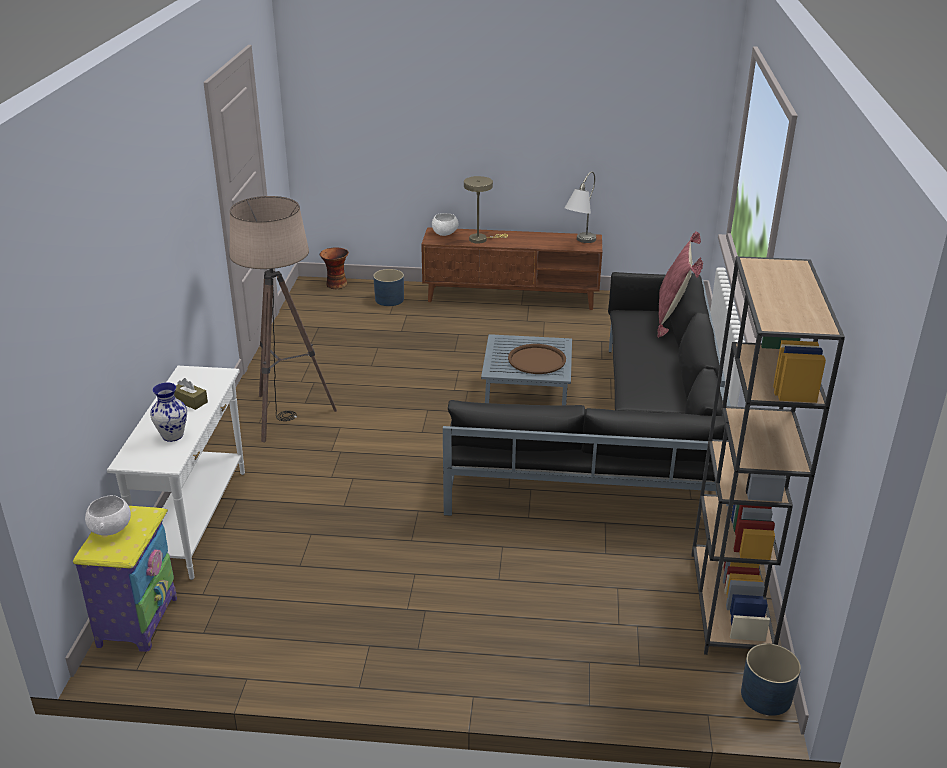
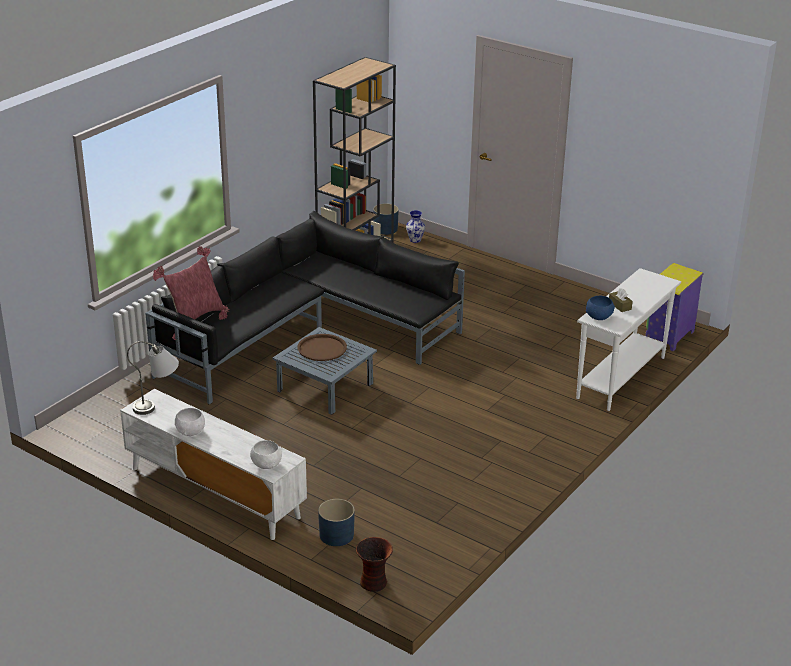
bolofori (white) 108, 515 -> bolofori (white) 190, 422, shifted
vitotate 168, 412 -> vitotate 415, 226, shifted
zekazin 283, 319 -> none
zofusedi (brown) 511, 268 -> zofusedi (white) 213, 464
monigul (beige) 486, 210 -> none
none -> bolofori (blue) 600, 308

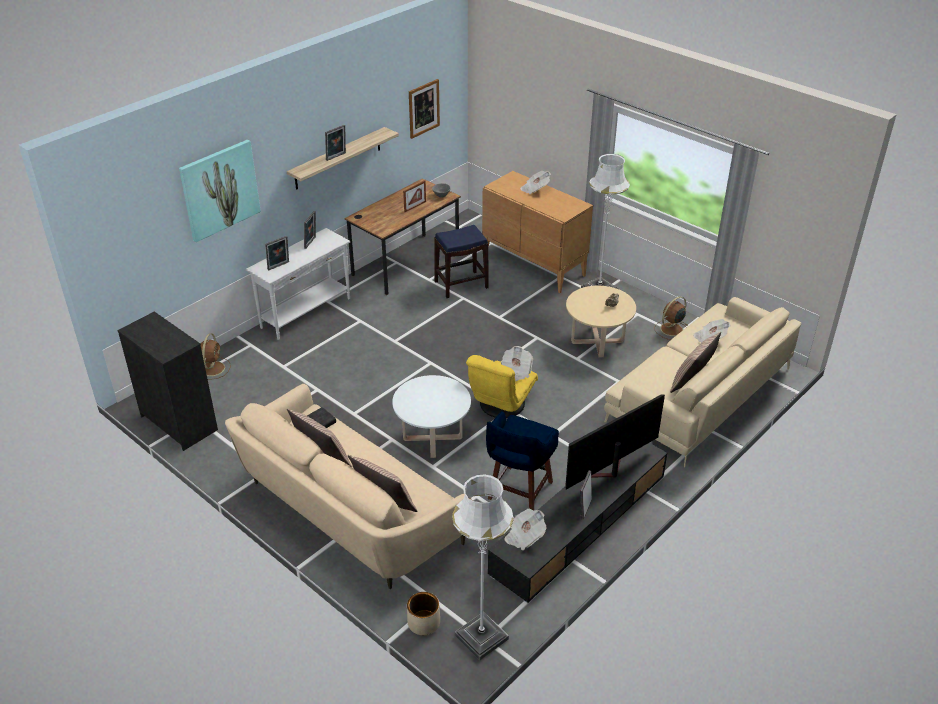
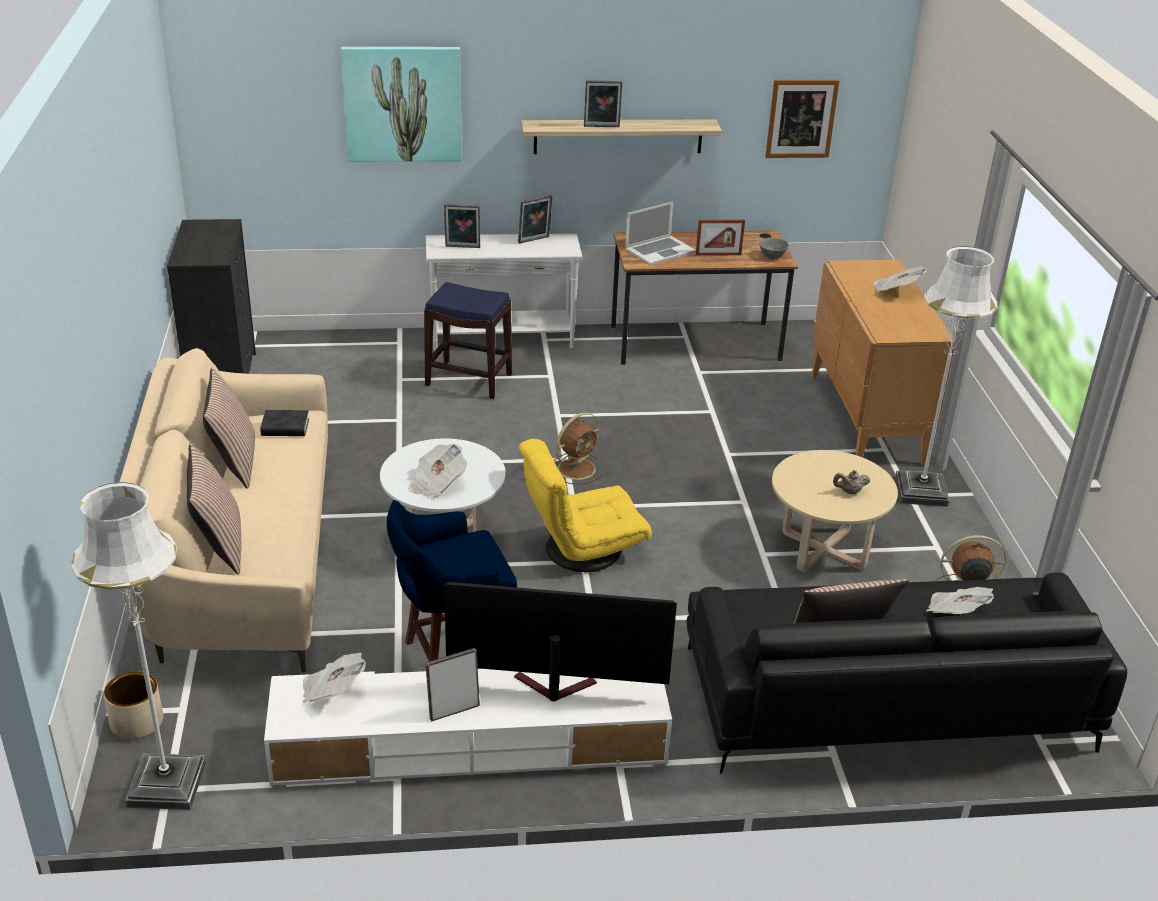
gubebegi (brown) 215, 356 -> gubebegi (brown) 580, 448, shifted
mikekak 461, 261 -> mikekak 468, 340, shifted
zofusedi (black) 577, 523 -> zofusedi (white) 468, 728
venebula 517, 363 -> venebula 437, 471, shifted
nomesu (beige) 702, 382 -> nomesu (black) 907, 673
none -> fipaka 660, 233

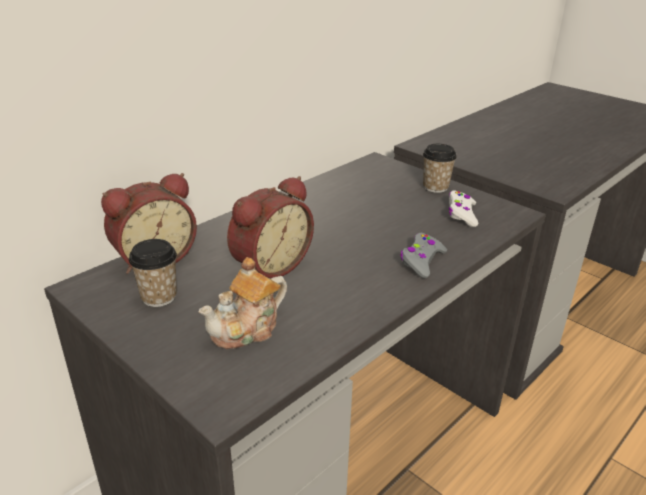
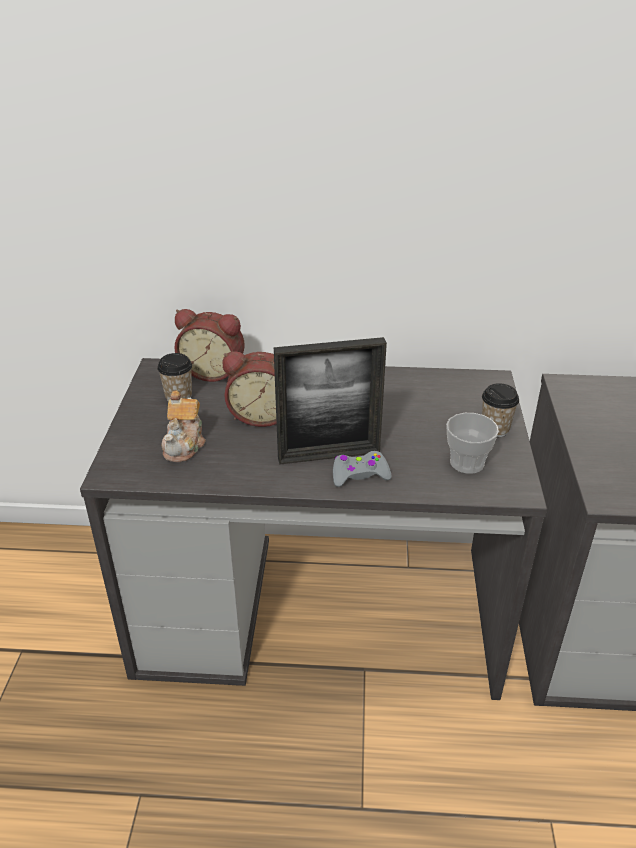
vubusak 242, 303 -> vubusak 183, 426, 90 degrees counterclockwise
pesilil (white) 463, 208 -> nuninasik 472, 443
none -> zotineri 330, 401

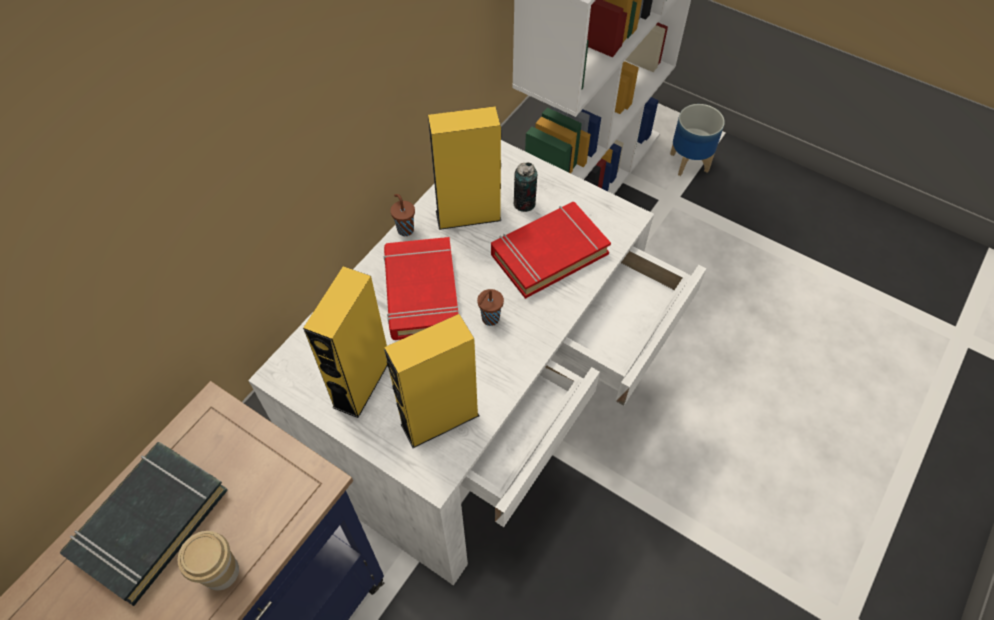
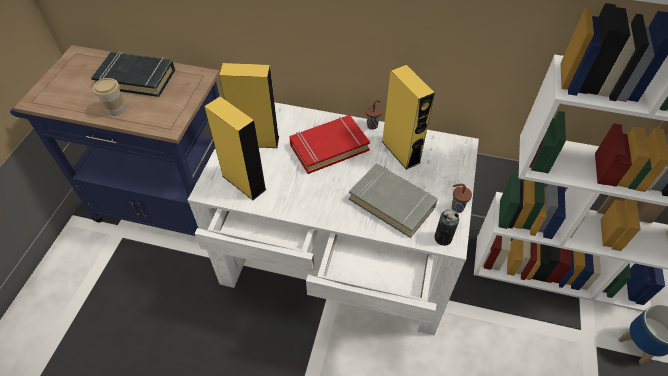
nuninasik (brown) 490, 307 -> nuninasik (brown) 462, 198, shifted
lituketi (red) 551, 250 -> lituketi (grey) 393, 201
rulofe 525, 187 -> rulofe 446, 227, shifted

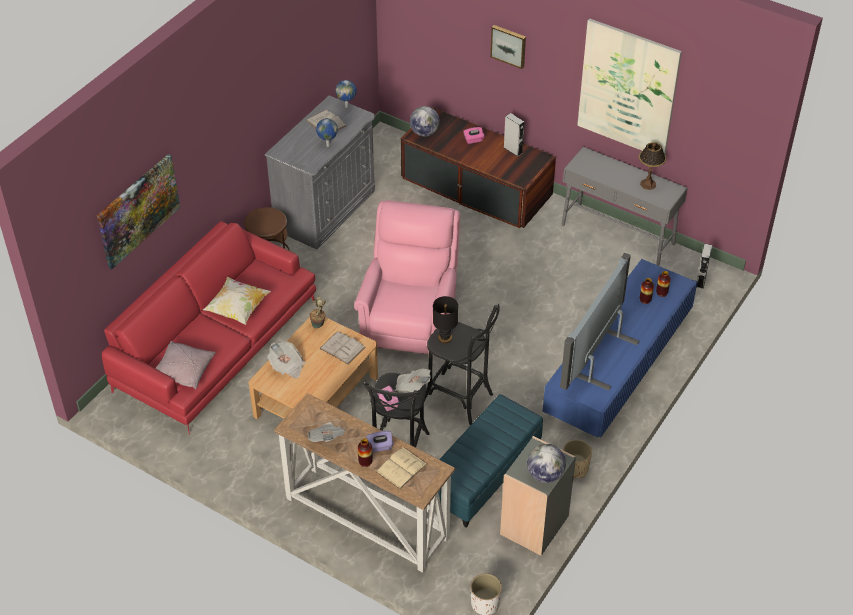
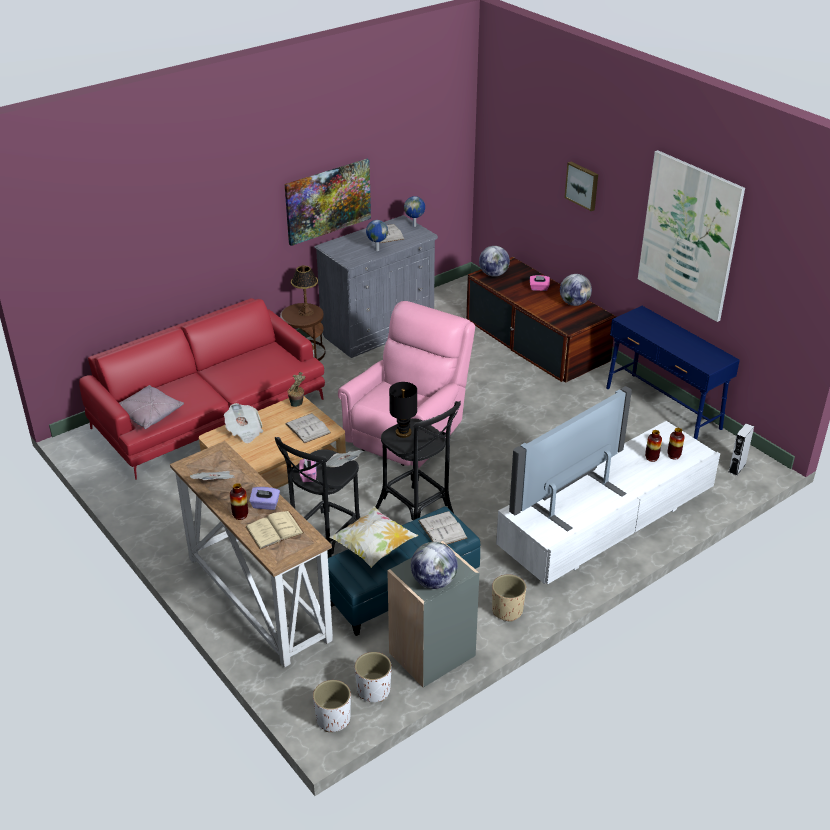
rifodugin 138, 211 -> rifodugin 327, 202, shifted
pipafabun 237, 301 -> pipafabun 373, 537, shifted
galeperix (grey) 514, 135 -> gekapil 576, 290
zofusedi (blue) 620, 348 -> zofusedi (white) 608, 502
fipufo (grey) 624, 206 -> fipufo (blue) 673, 373
monigul 652, 166 -> monigul 304, 290, shifted
none -> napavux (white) 373, 677
none -> lituketi (white) 442, 527

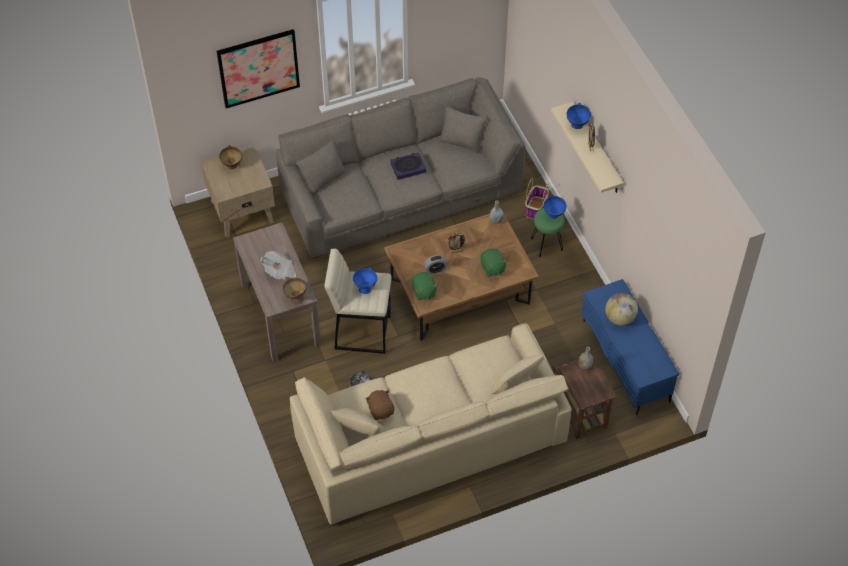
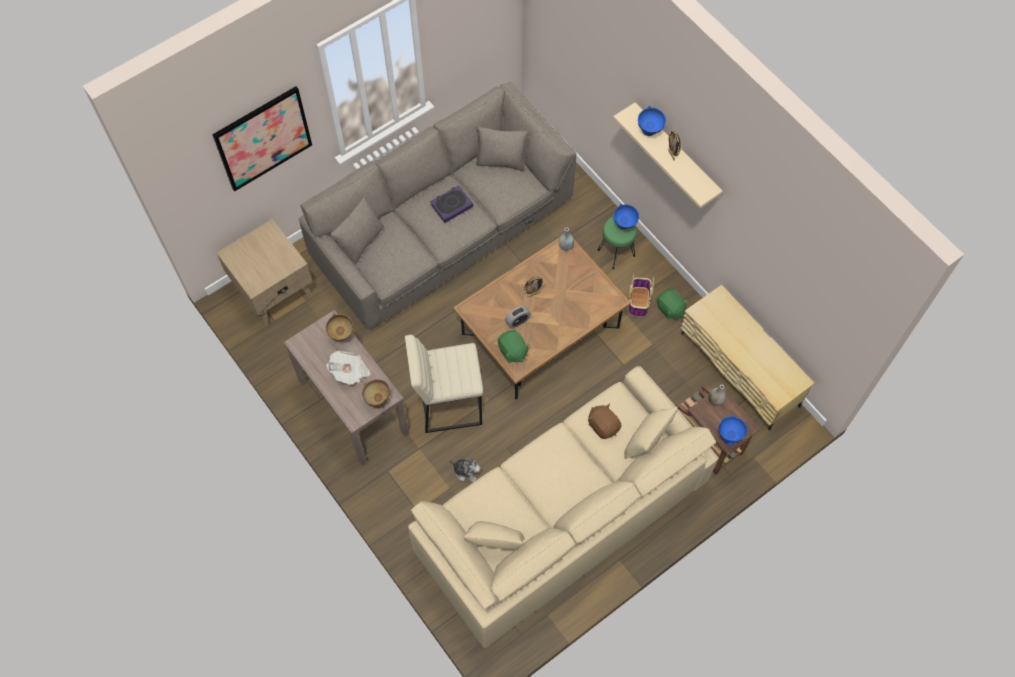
bolofori (brown) 230, 157 -> bolofori (brown) 340, 327, shifted
bolofori (blue) 365, 281 -> bolofori (blue) 733, 430, shifted
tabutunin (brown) 379, 405 -> tabutunin (brown) 605, 421, shifted
tabutunin (green) 493, 262 -> tabutunin (green) 672, 304, shifted
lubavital 537, 198 -> lubavital 641, 295, shifted
zofusedi (blue) 630, 347 -> zofusedi (beige) 747, 357
gekapil 621, 309 -> none

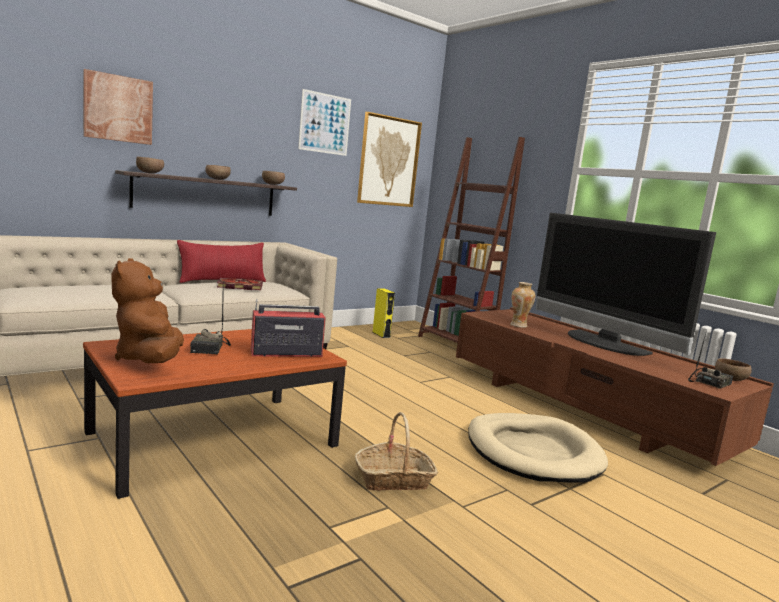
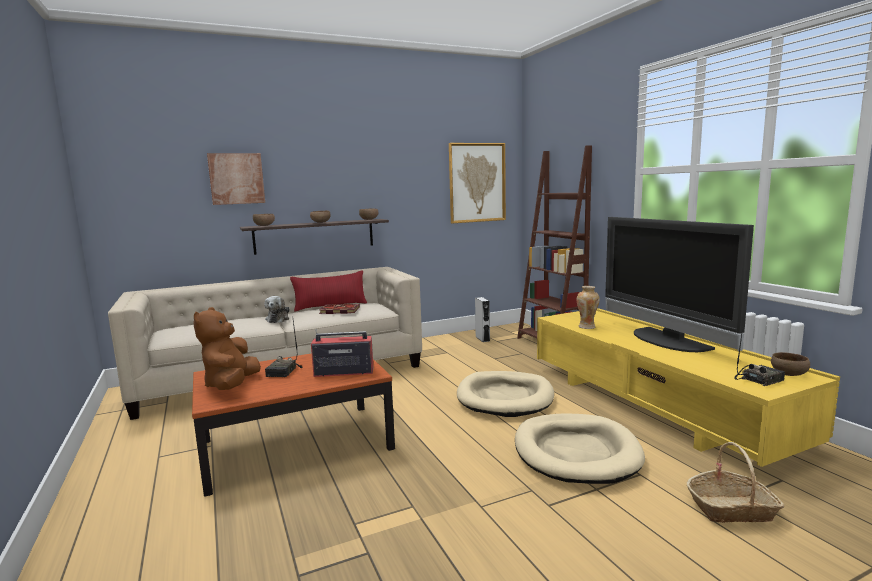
rifodugin 324, 122 -> none
lubavital 396, 451 -> lubavital 735, 482, shifted
galeperix (yellow) 384, 313 -> galeperix (grey) 482, 319
zofusedi (brown) 615, 386 -> zofusedi (yellow) 688, 387
none -> tabutunin 277, 309
none -> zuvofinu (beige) 505, 394

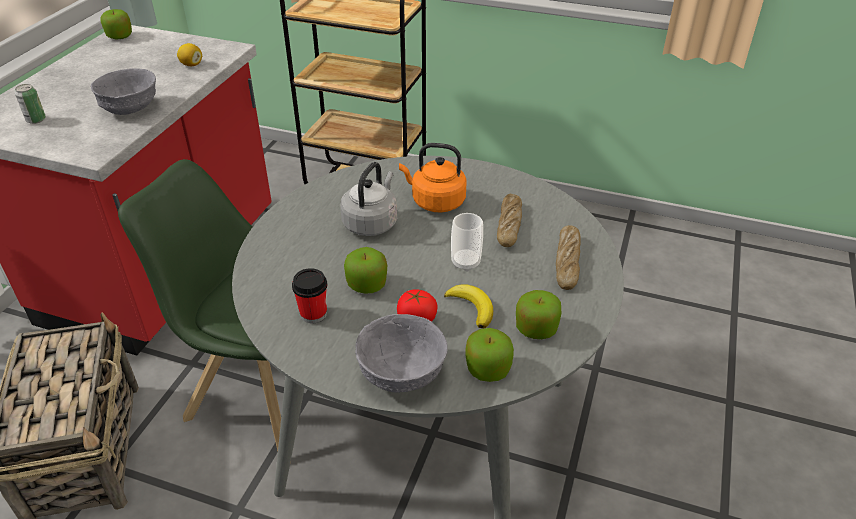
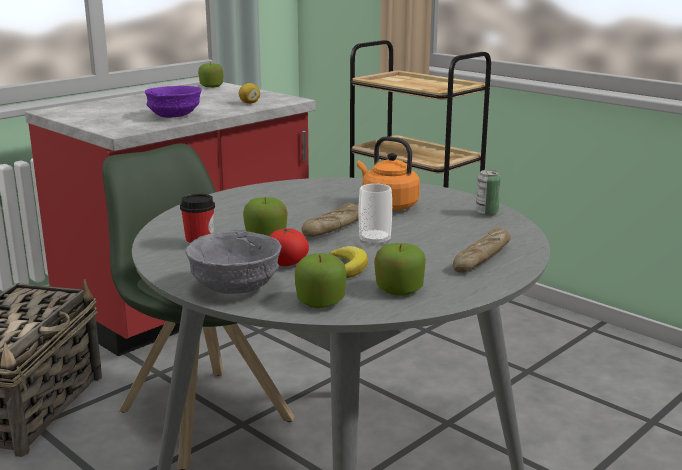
rulofe 30, 104 -> rulofe 488, 193, shifted
bolofori (grey) 123, 91 -> bolofori (purple) 173, 102
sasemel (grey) 368, 199 -> none
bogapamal 509, 220 -> bogapamal 330, 220, shifted

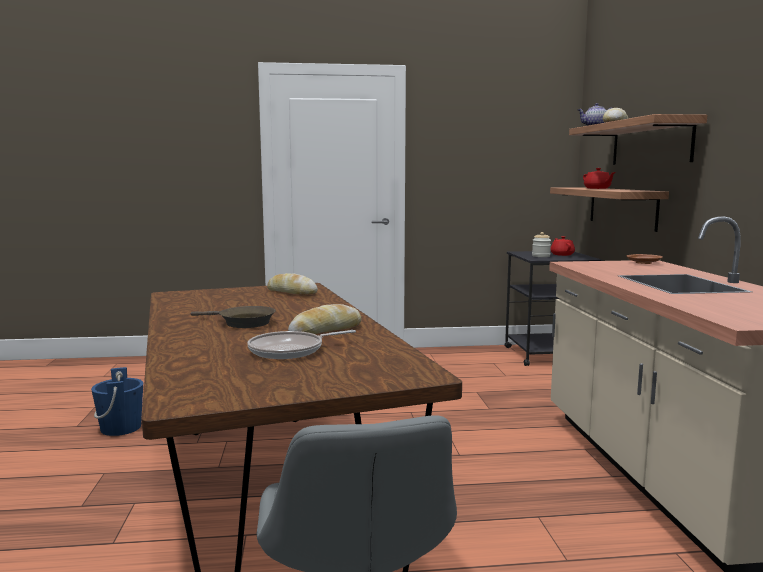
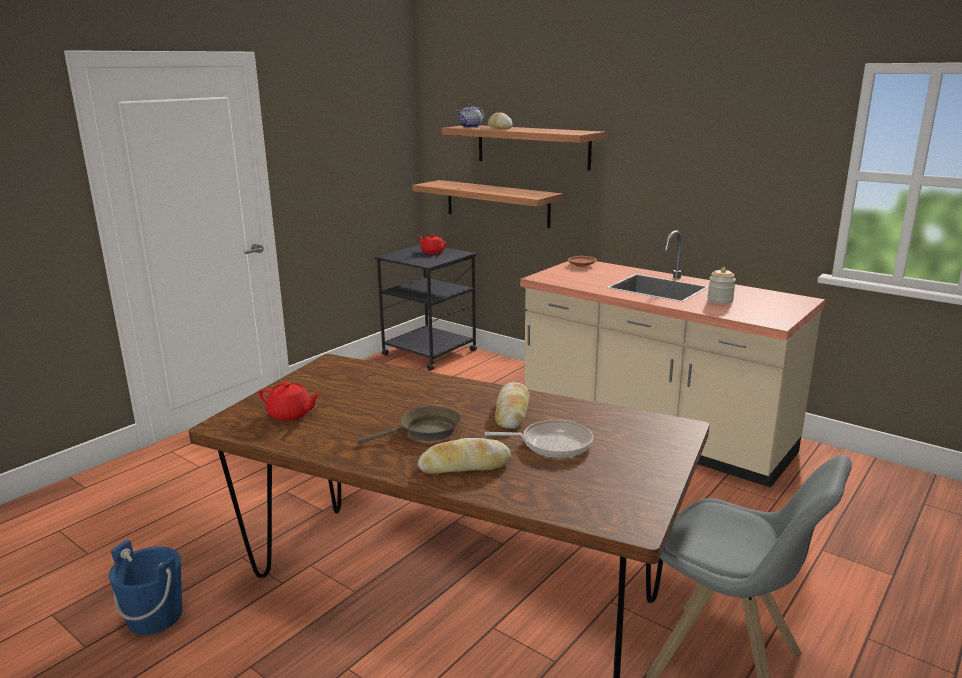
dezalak 301, 344 -> dezalak 538, 438, 105 degrees counterclockwise
bogapamal 292, 284 -> bogapamal 464, 456, shifted
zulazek 541, 244 -> zulazek 721, 285, shifted
vubusak (red) 599, 178 -> vubusak (red) 290, 401, shifted

